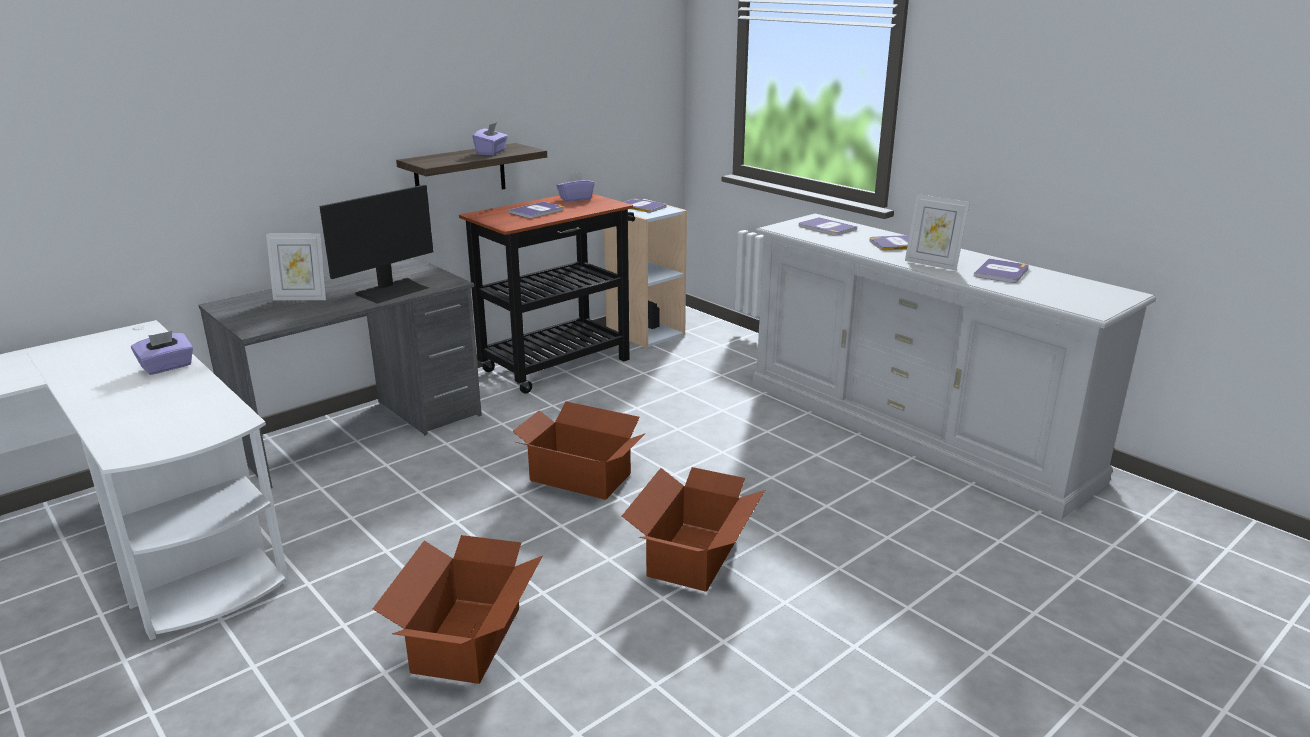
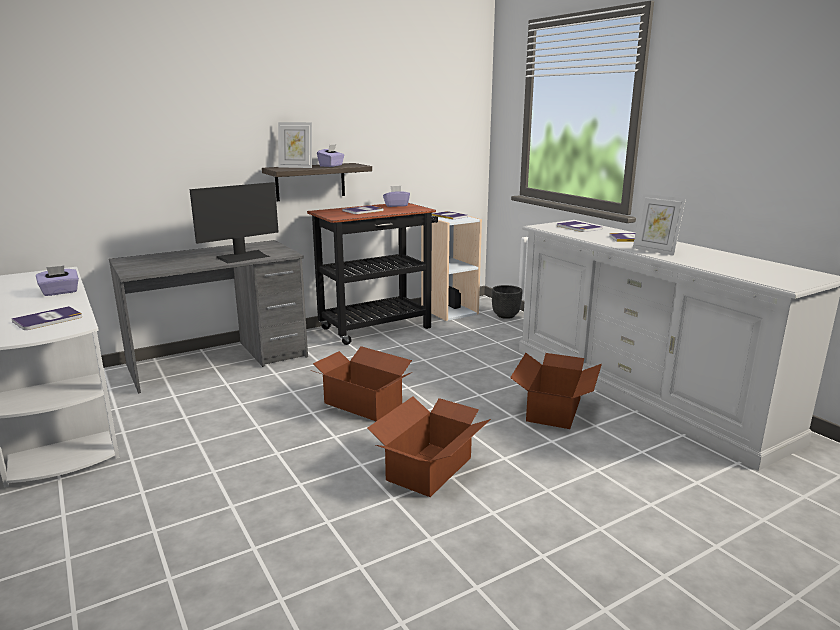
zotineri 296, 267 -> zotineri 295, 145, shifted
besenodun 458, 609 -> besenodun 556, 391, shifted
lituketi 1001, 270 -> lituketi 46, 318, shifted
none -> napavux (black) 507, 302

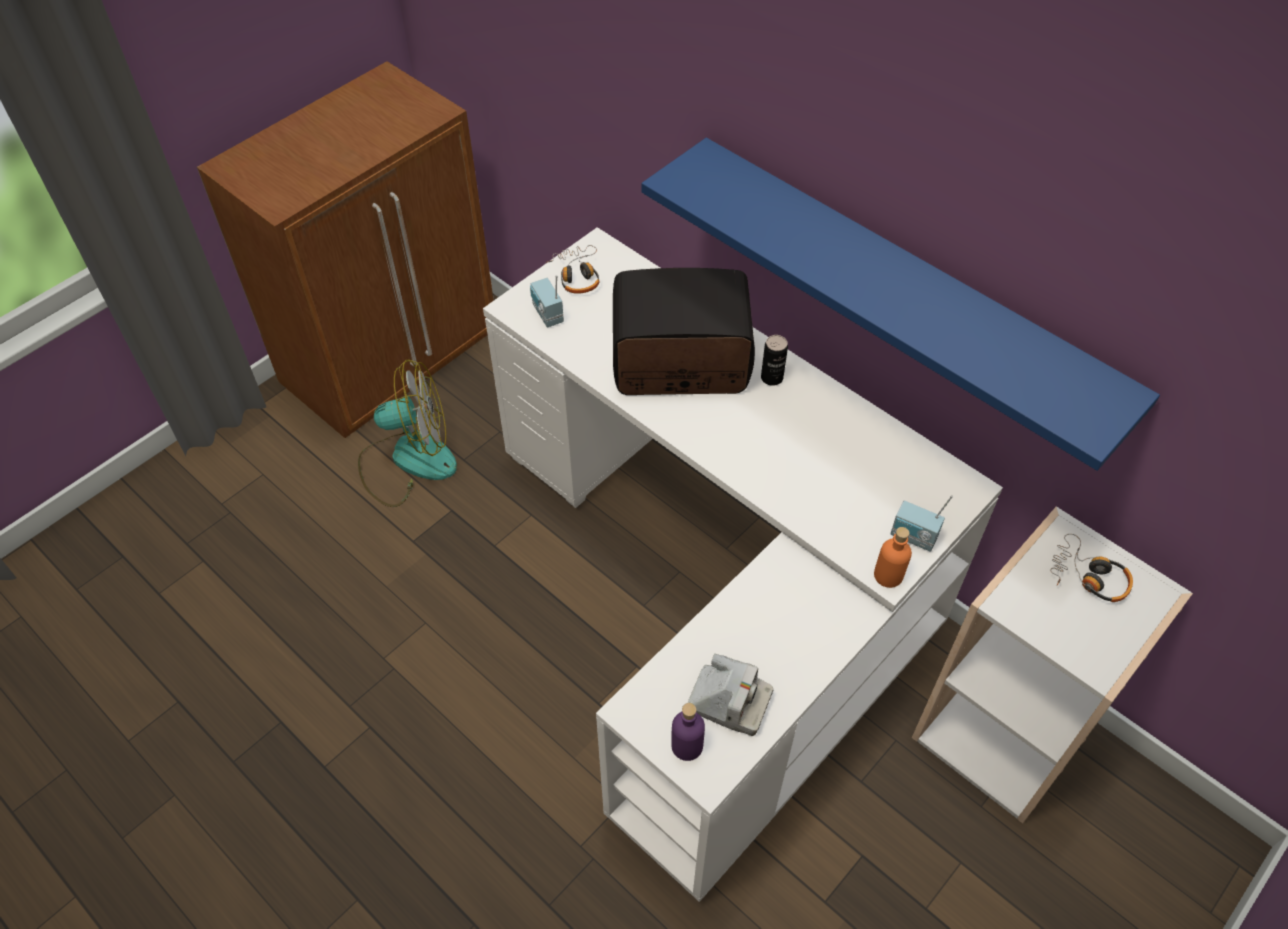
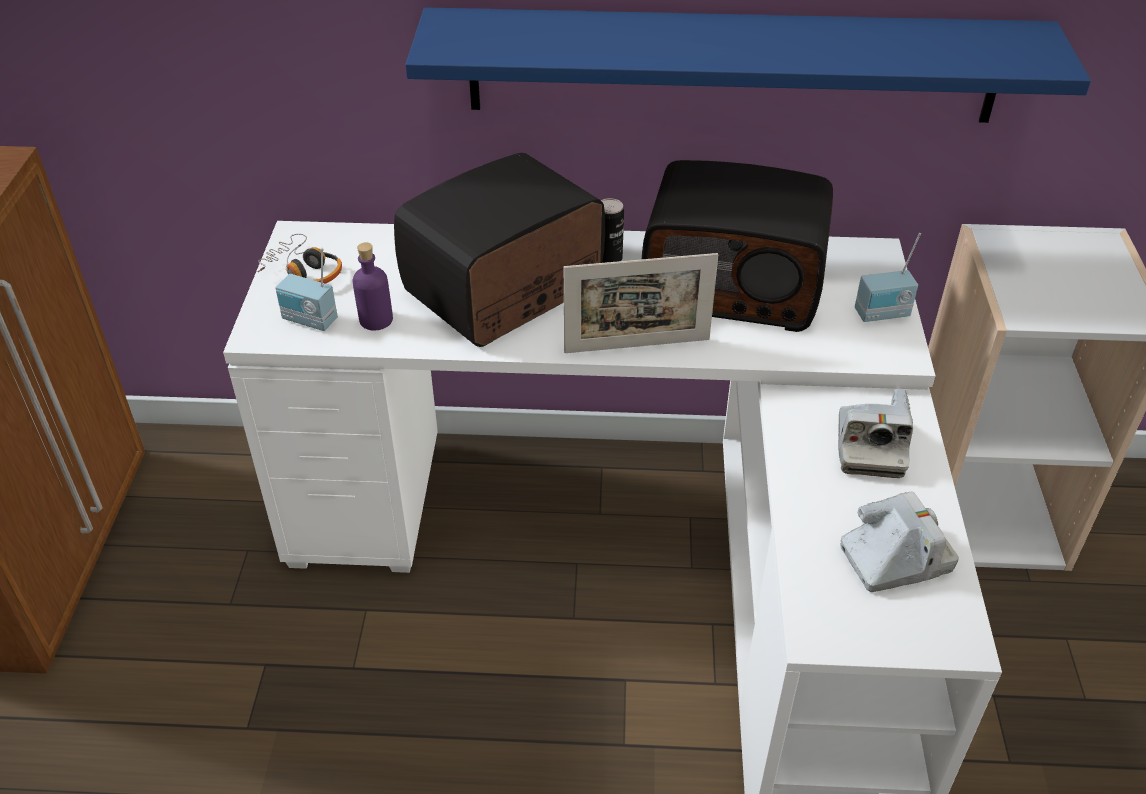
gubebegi 407, 433 -> none
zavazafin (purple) 688, 732 -> zavazafin (purple) 372, 287, shifted
zavazafin (orange) 893, 557 -> none
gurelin 1091, 568 -> none
none -> zotineri 641, 303
none -> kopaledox 737, 246
none -> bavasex 875, 433

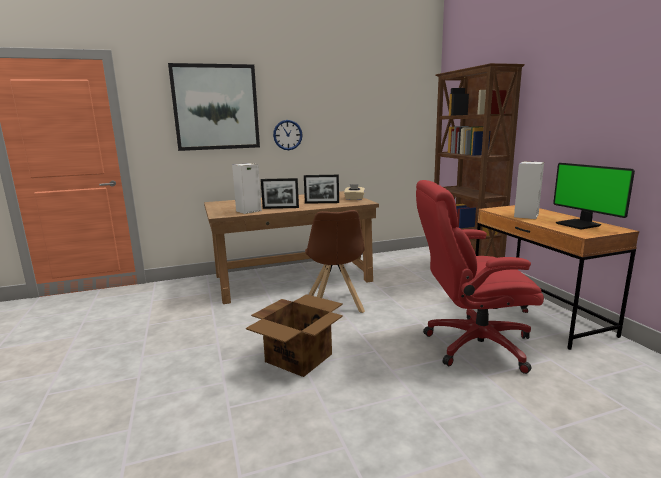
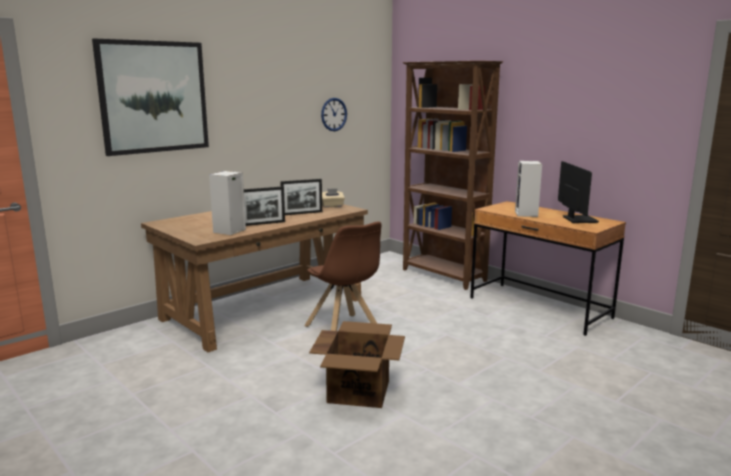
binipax 287, 135 -> binipax 334, 114, shifted
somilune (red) 480, 277 -> none
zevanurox 594, 196 -> zevanurox 578, 192, 135 degrees counterclockwise

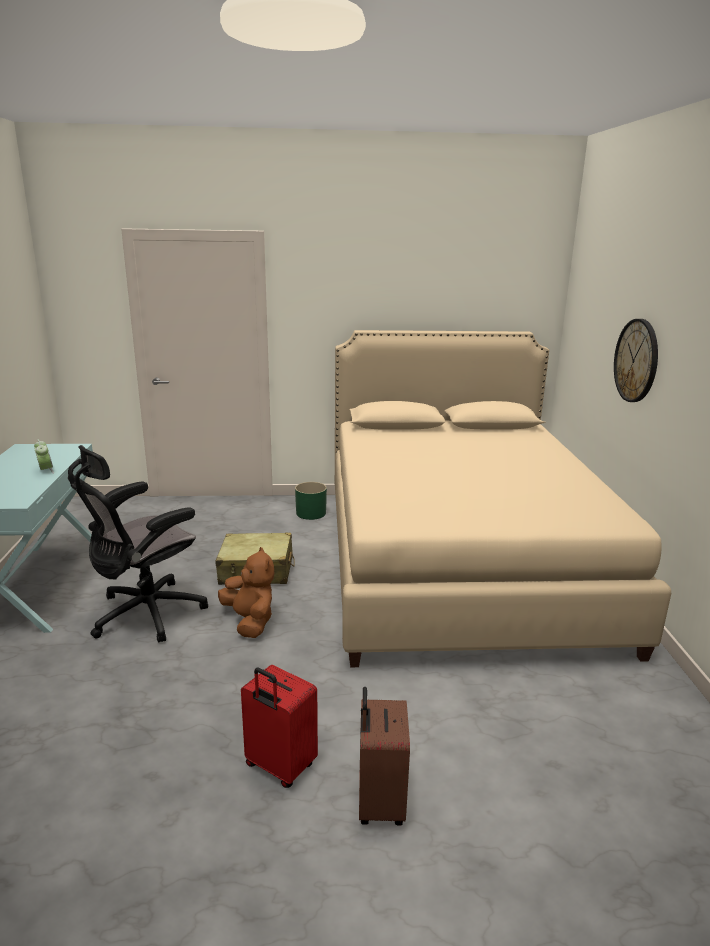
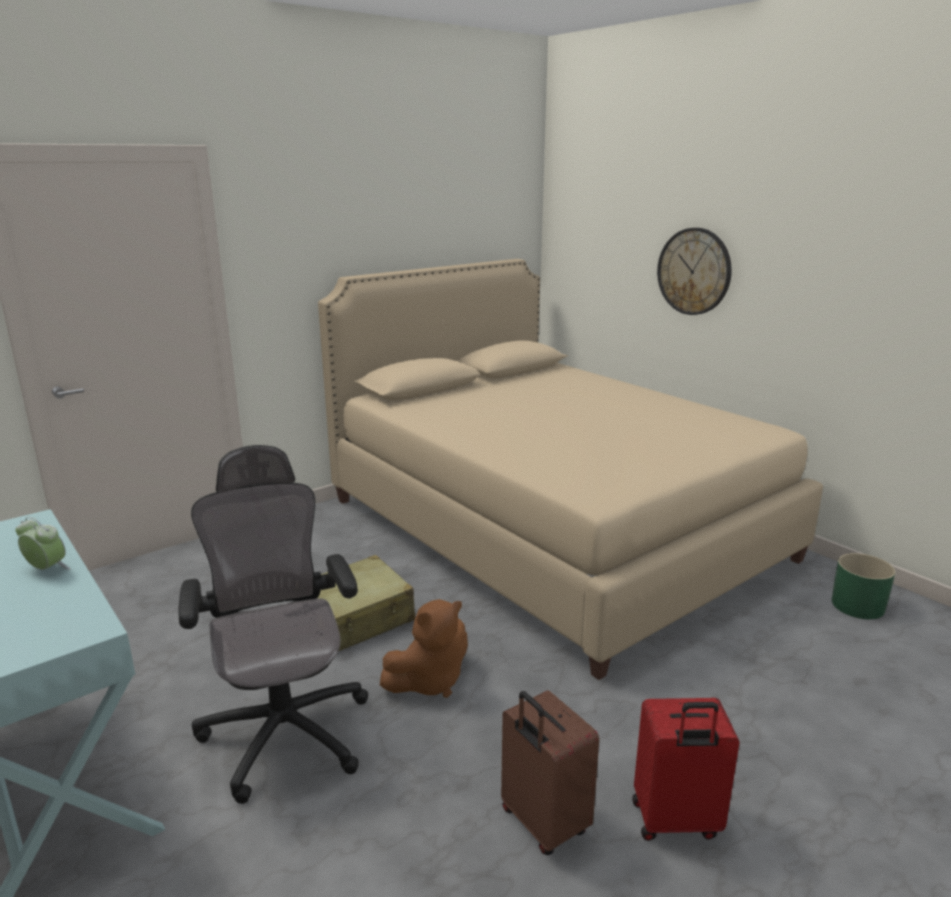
somilune 138, 543 -> somilune 273, 624, 150 degrees clockwise
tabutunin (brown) 246, 592 -> tabutunin (brown) 424, 648, 120 degrees clockwise
napavux (green) 311, 501 -> napavux (green) 863, 586, shifted
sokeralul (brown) 384, 756 -> sokeralul (brown) 550, 772, shifted

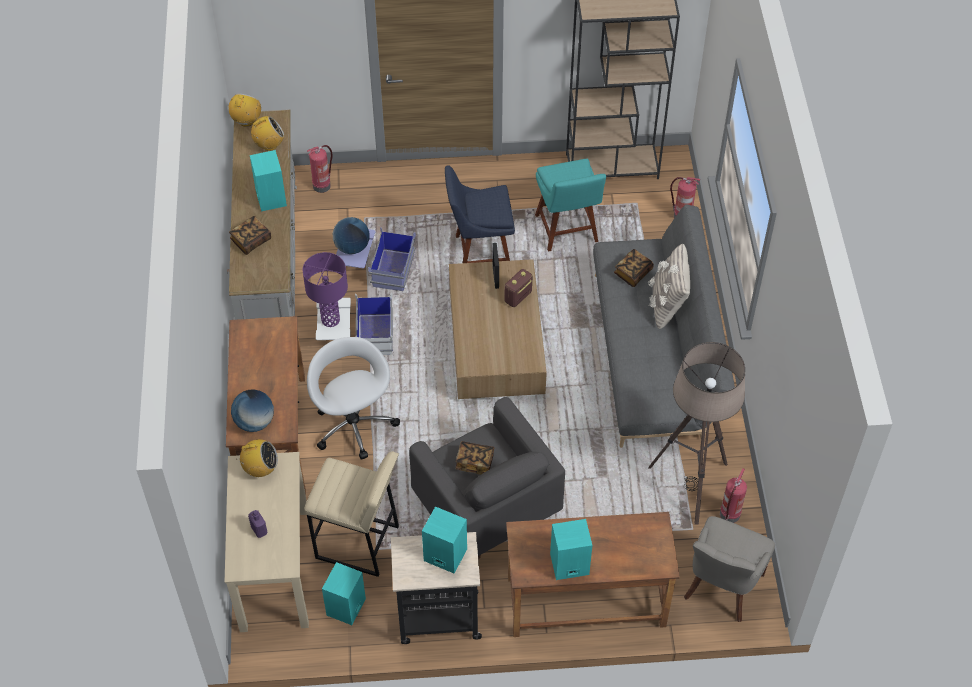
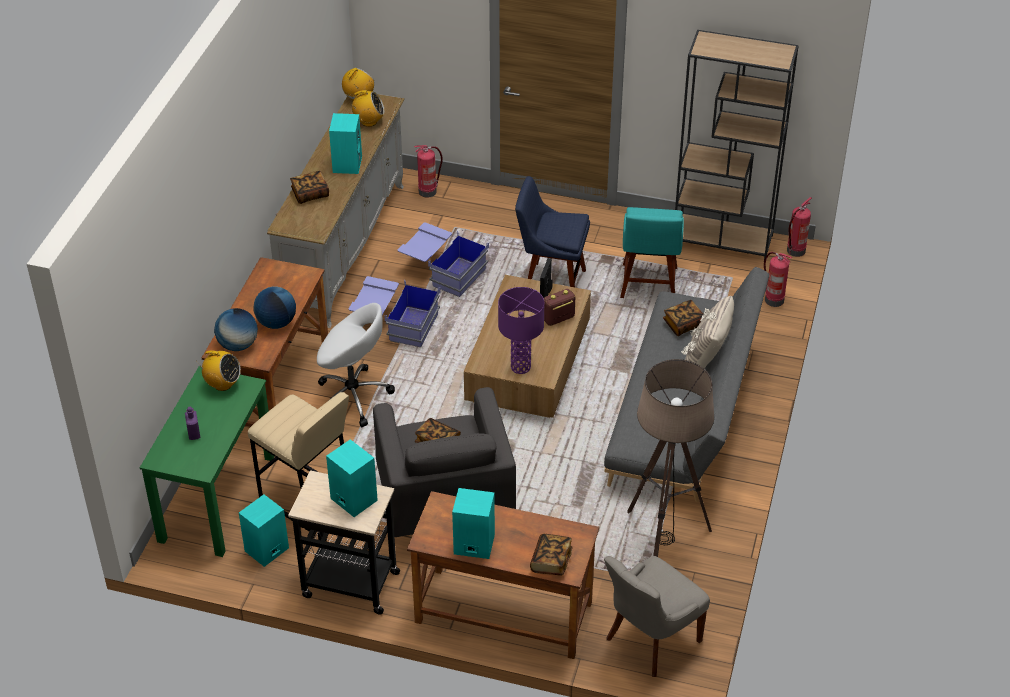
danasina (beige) 267, 542 -> danasina (green) 207, 461
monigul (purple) 325, 289 -> monigul (purple) 521, 330, shifted
somilune (white) 353, 398 -> somilune (white) 356, 365, 120 degrees clockwise
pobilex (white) 354, 324 -> pobilex (blue) 394, 311
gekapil 351, 235 -> gekapil 274, 307, shifted
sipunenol 733, 495 -> sipunenol 799, 227, shifted
none -> lituketi 551, 555

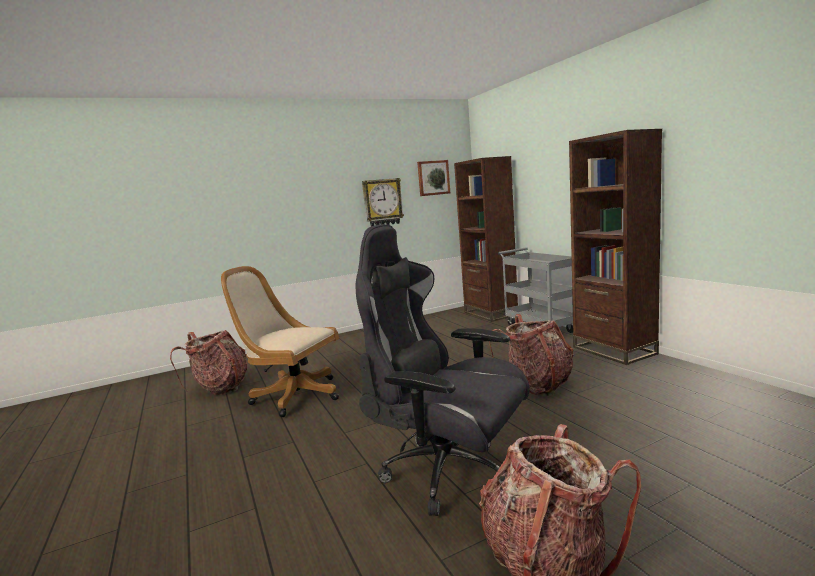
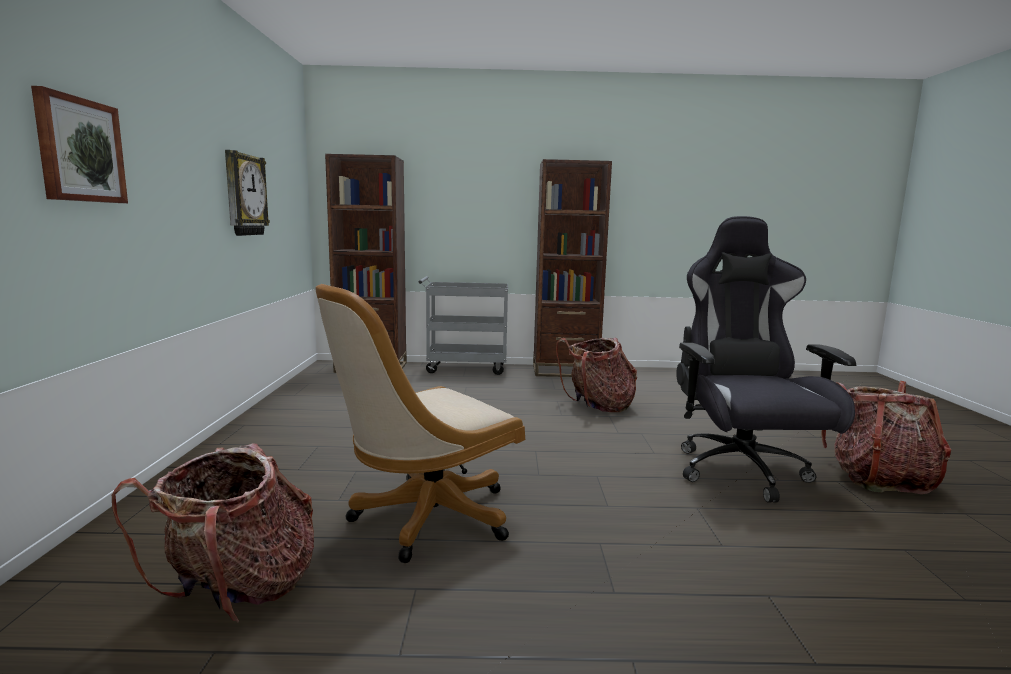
somilune (black) 443, 370 -> somilune (black) 766, 359, 120 degrees clockwise
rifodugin 433, 178 -> rifodugin 79, 144, shifted

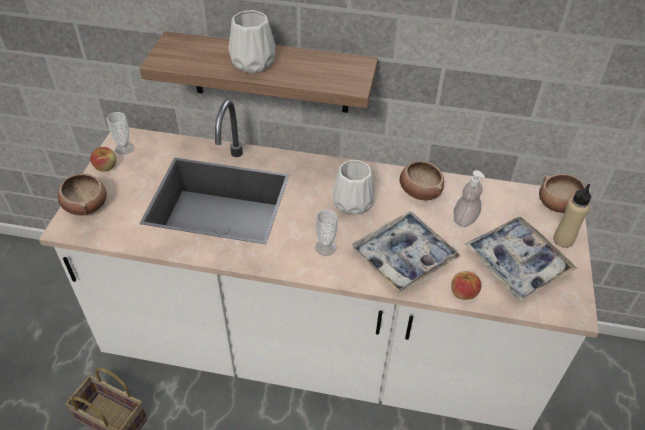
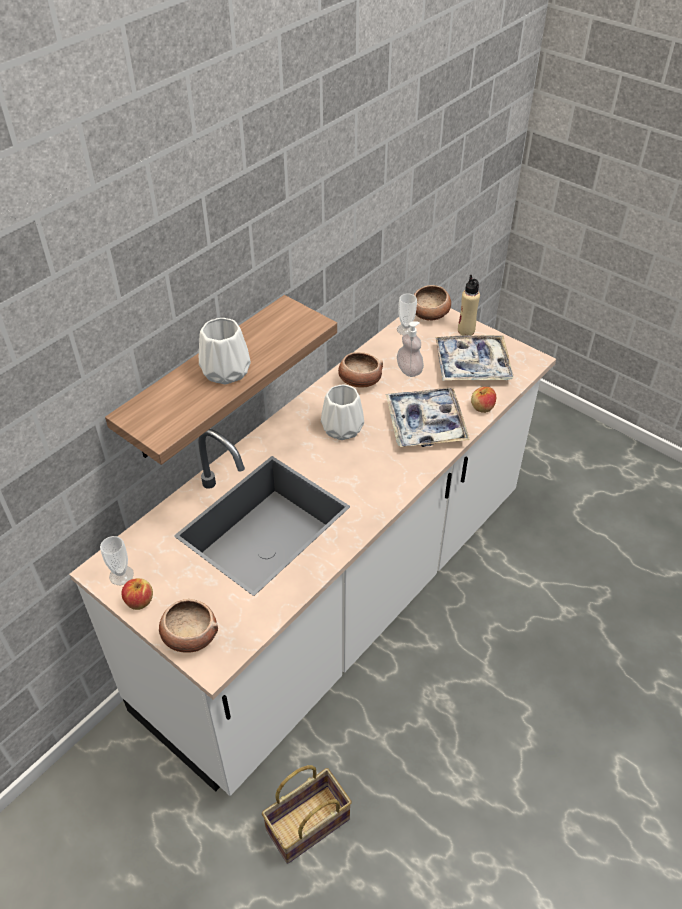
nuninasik 326, 232 -> nuninasik 407, 314, shifted

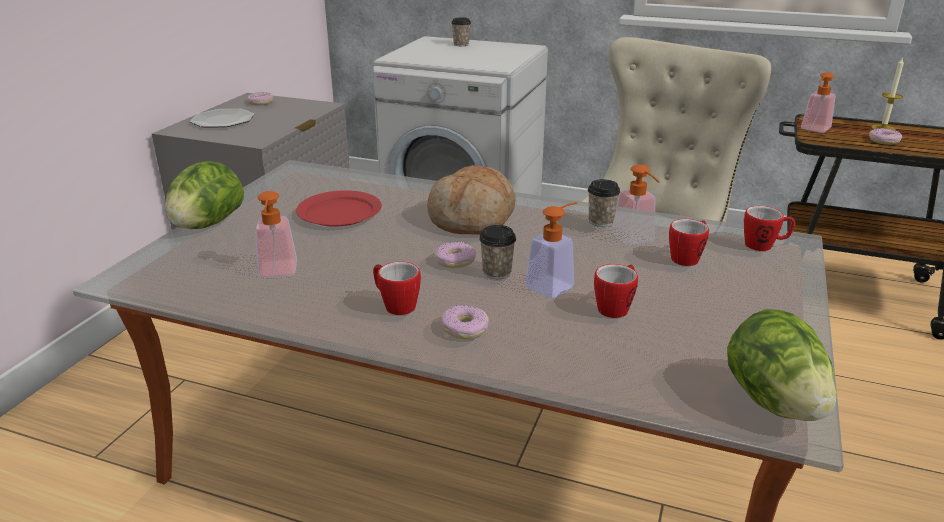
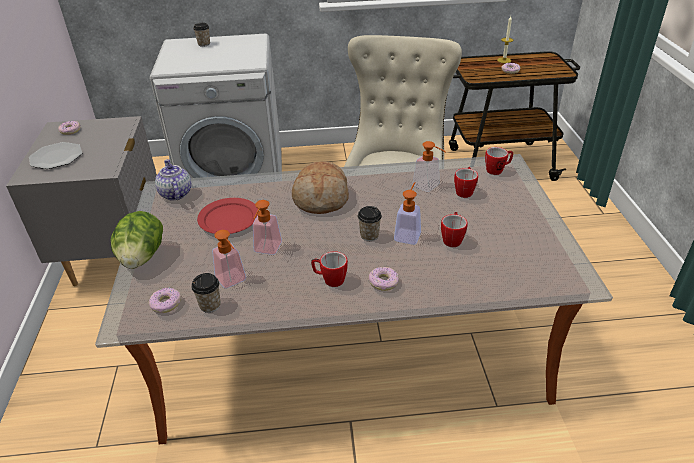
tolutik 455, 255 -> tolutik 165, 300, shifted
nuninasik 604, 203 -> nuninasik 206, 293, shifted
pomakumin 781, 365 -> none
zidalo 818, 102 -> zidalo 267, 227, shifted
none -> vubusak 173, 179

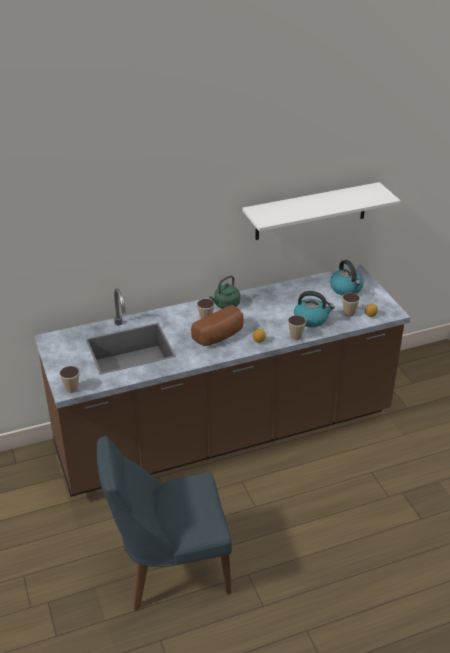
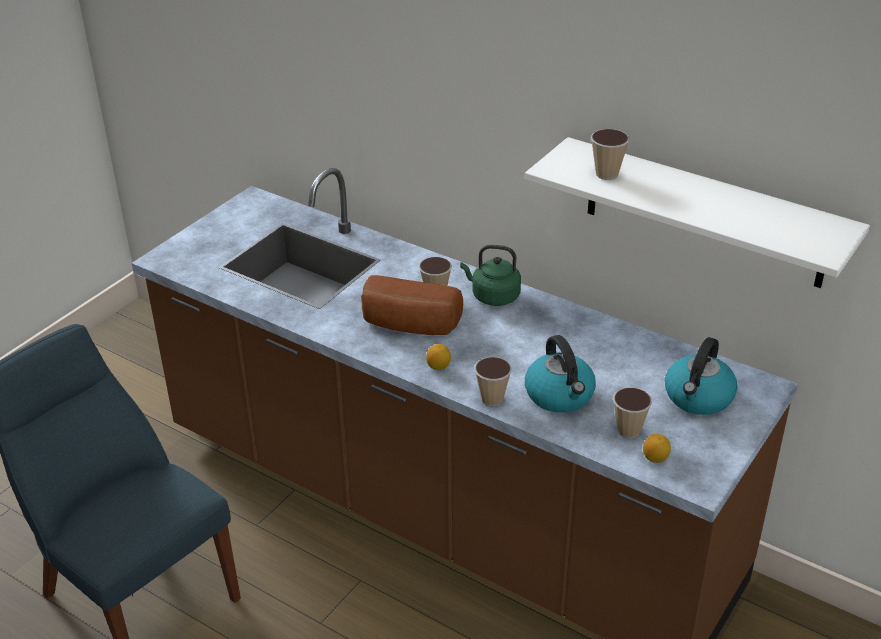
nuninasik 69, 379 -> nuninasik 610, 154, shifted

